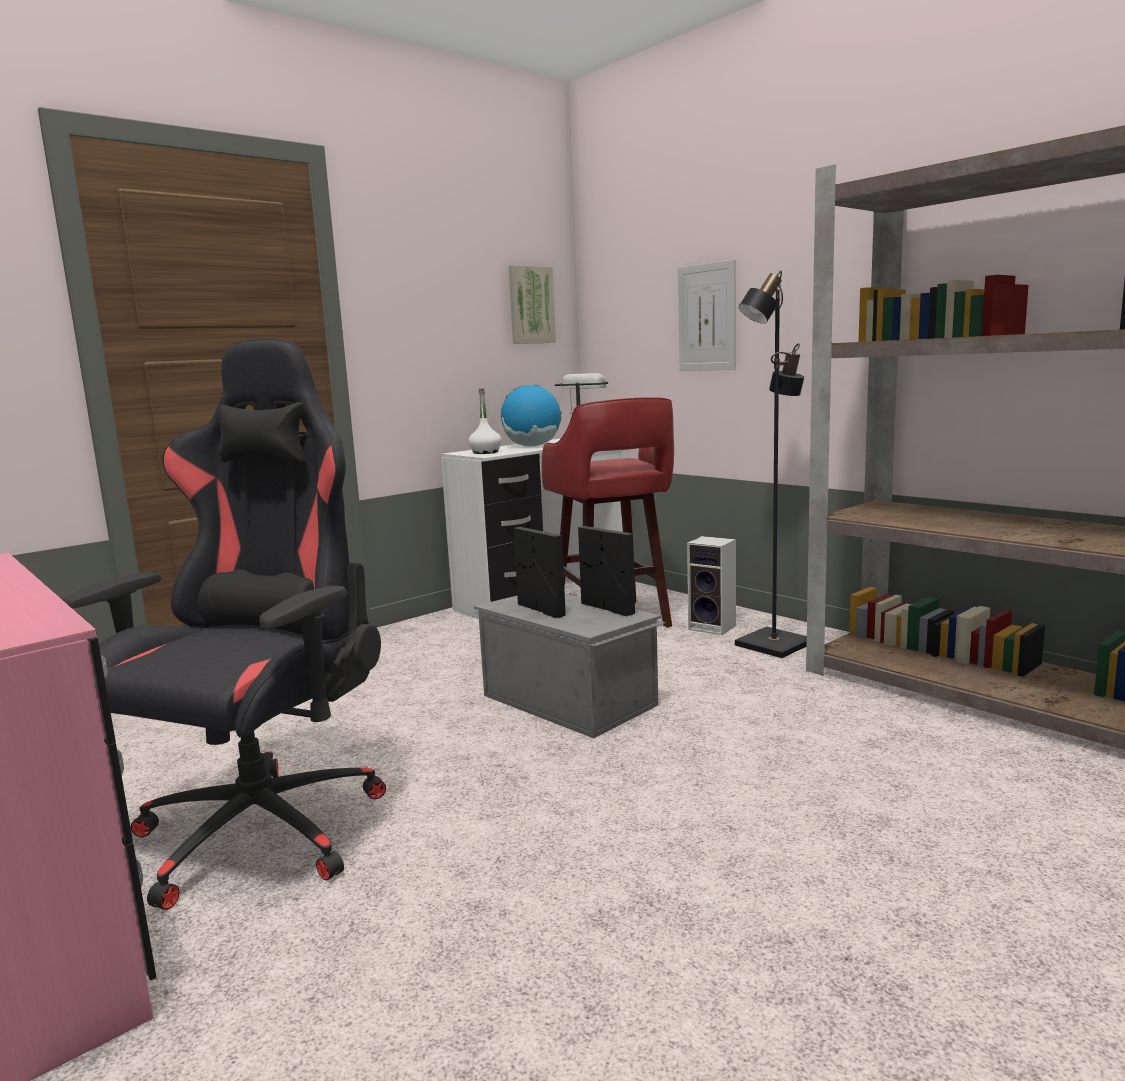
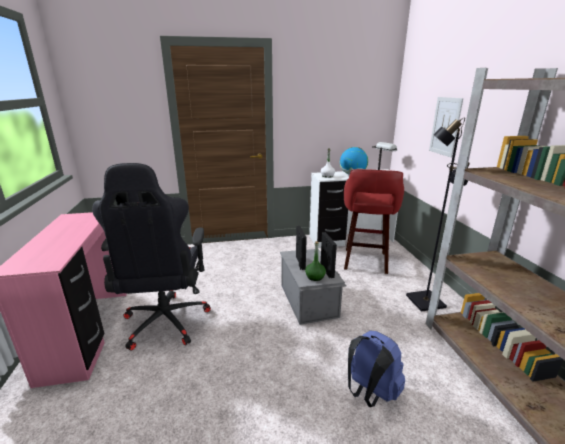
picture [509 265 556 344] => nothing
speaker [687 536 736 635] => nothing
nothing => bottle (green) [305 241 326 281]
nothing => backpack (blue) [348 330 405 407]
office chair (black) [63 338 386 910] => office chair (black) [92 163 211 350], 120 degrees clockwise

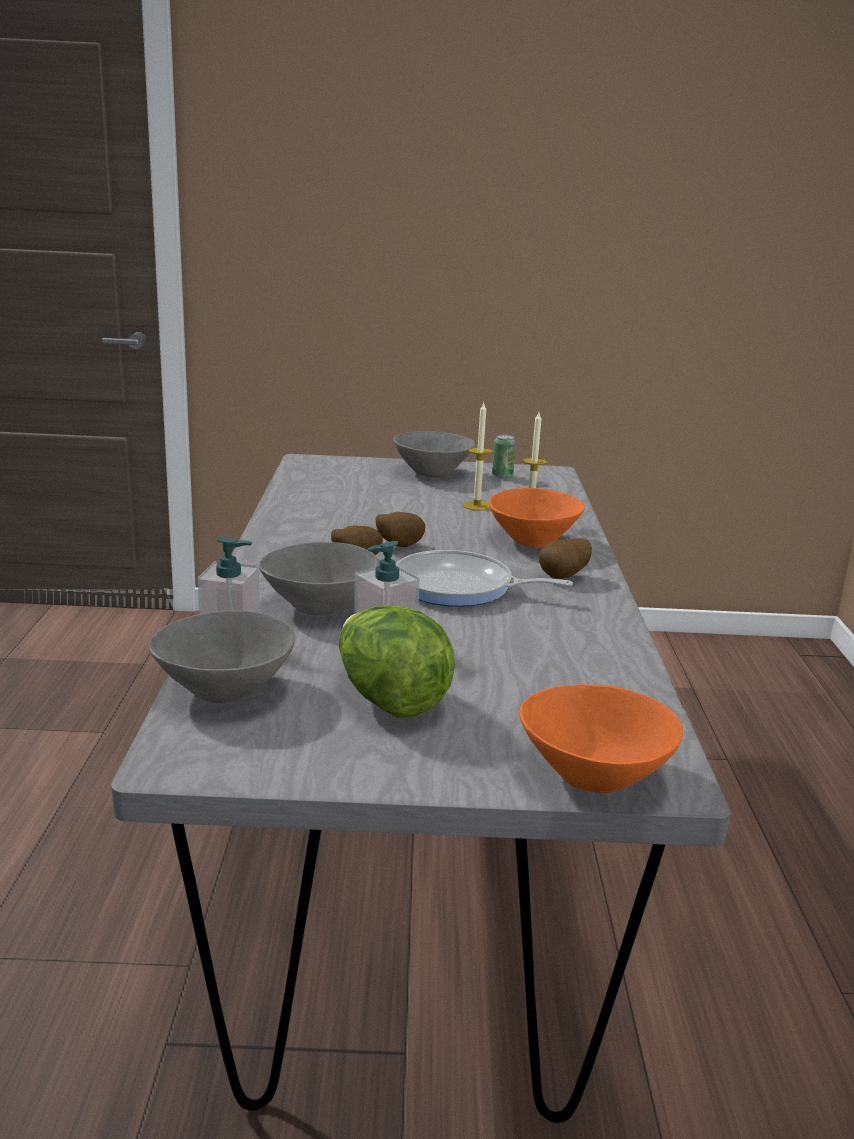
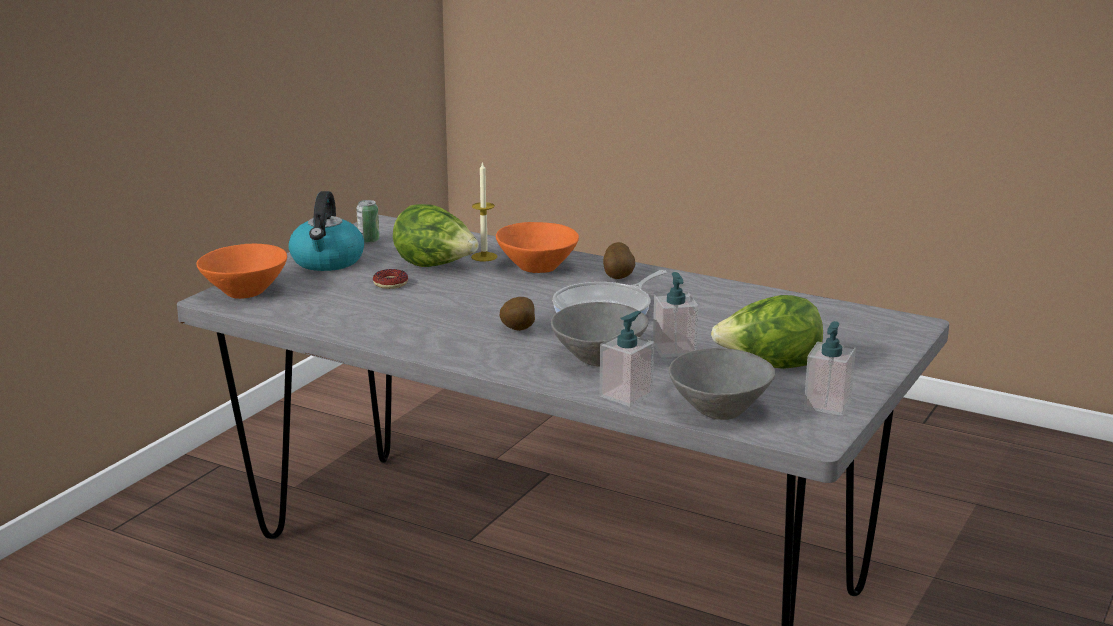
potato [376 512 426 547] => nothing
nothing => donut [373 269 408 289]
nothing => soap dispenser [804 321 856 416]
bowl (orange) [519 684 683 793] => bowl (orange) [196 244 287 299], relocated
bowl (grey) [394 431 475 477] => kettle [288 191 364 271]
candle [463 403 493 511] => lettuce [393 204 479 267]

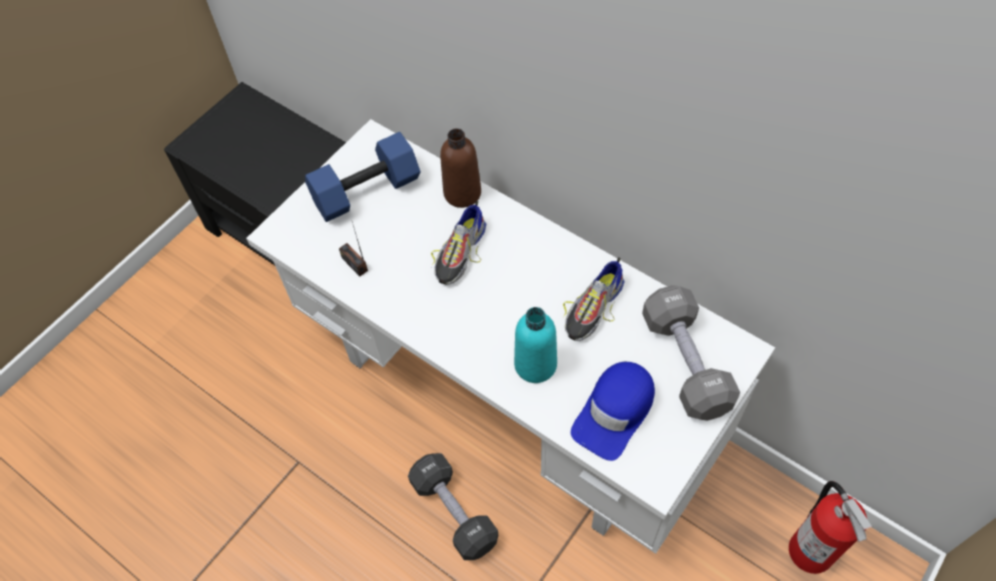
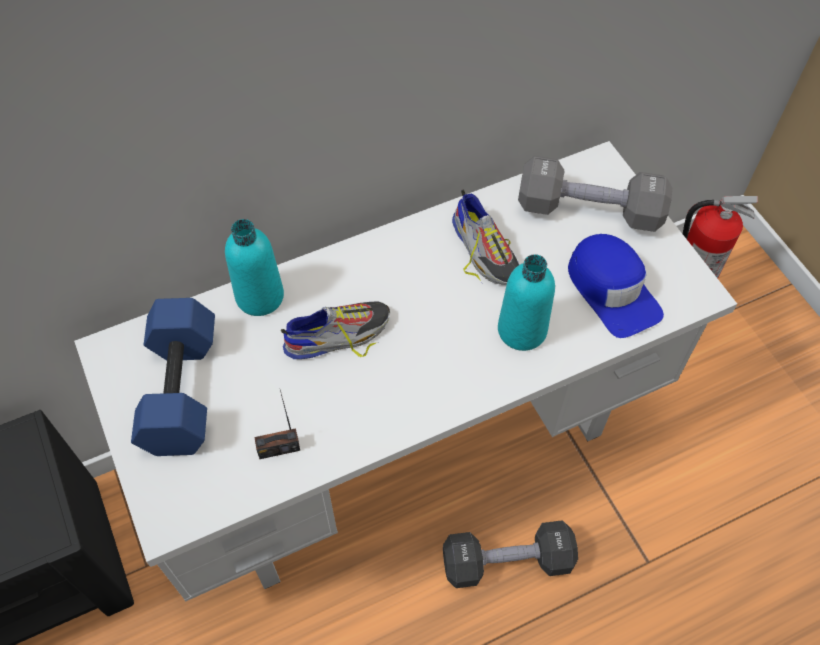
bottle (brown) [440 128 481 208] => bottle (turquoise) [225 219 284 316]
shoe [431 201 486 285] => shoe [281 301 390 359], 75 degrees counterclockwise

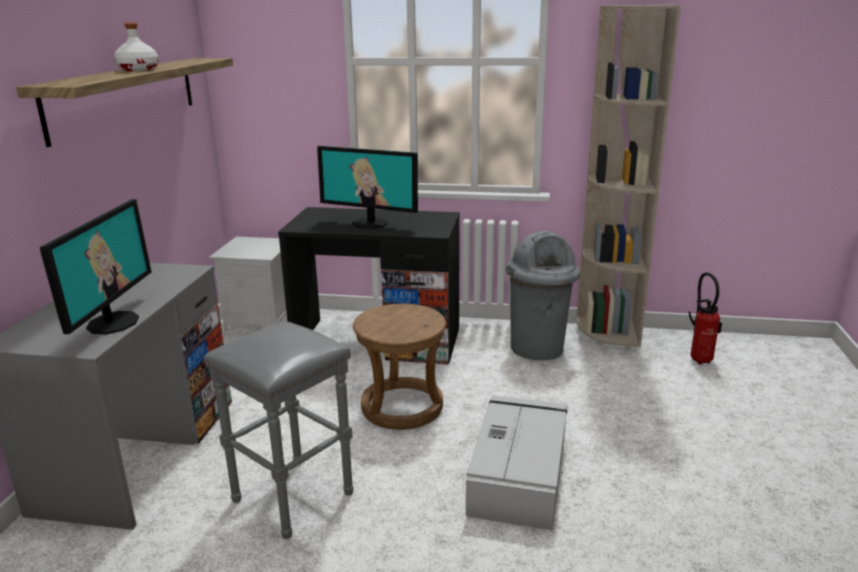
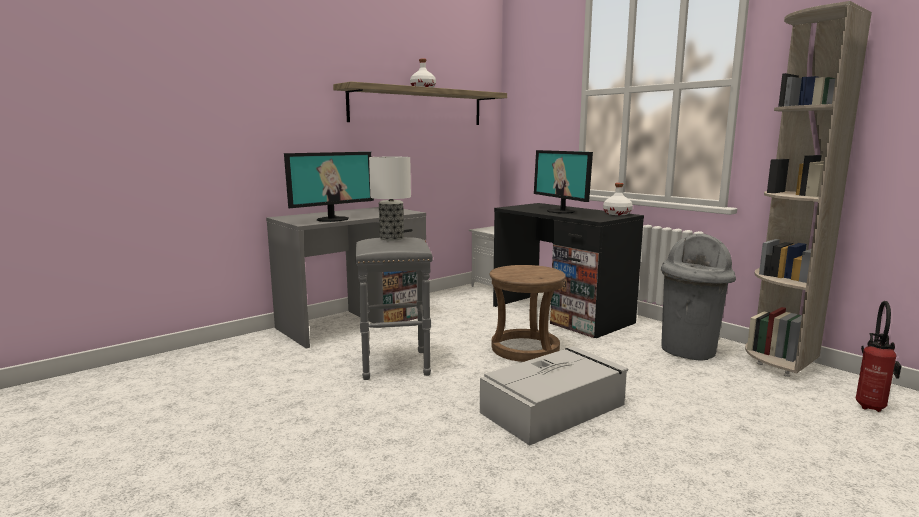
nothing => table lamp [369 157 411 241]
nothing => bottle (white) [603 183 633 215]

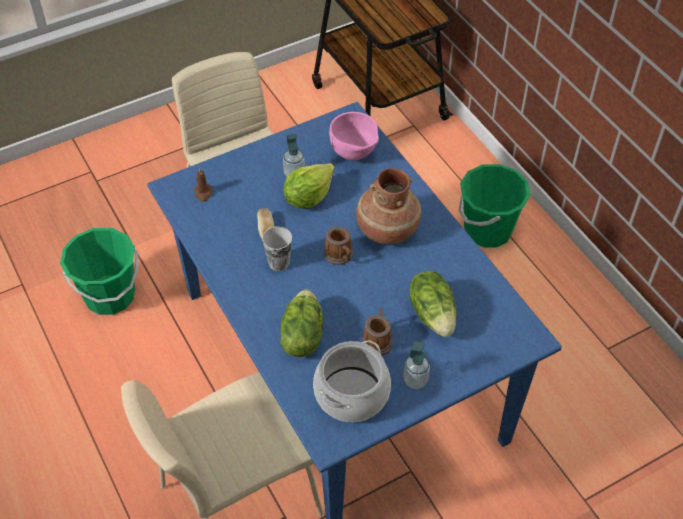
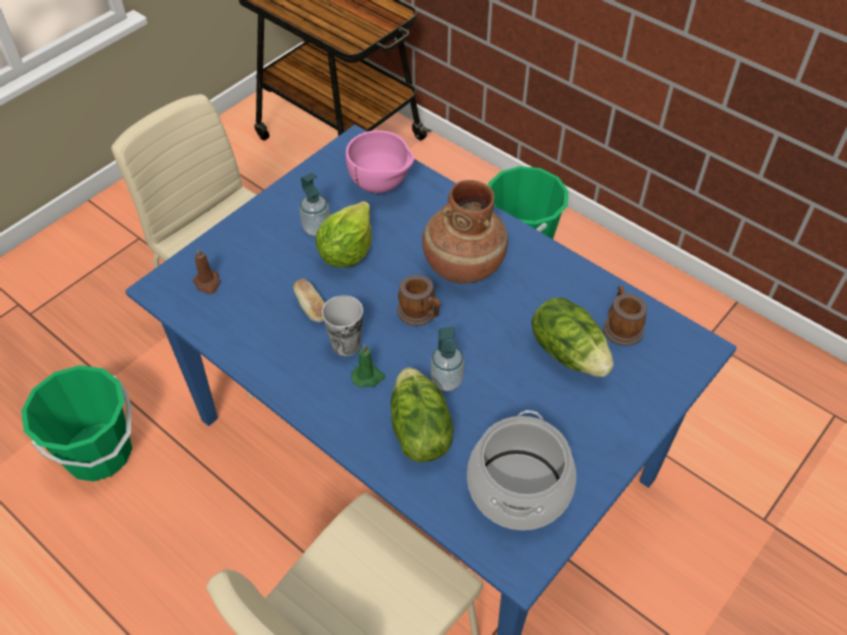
nothing => candle (green) [351 344 385 388]
mug [362 309 393 356] => mug [604 286 647 346], relocated
soap dispenser [403 341 430 389] => soap dispenser [431 326 464 391], relocated

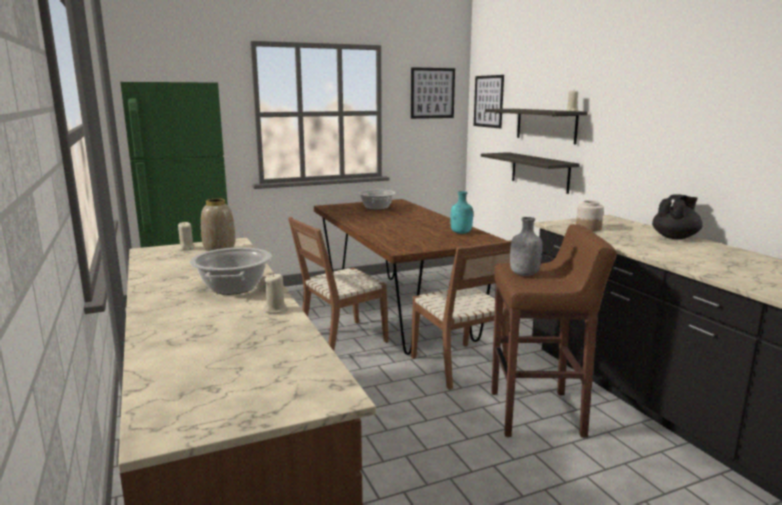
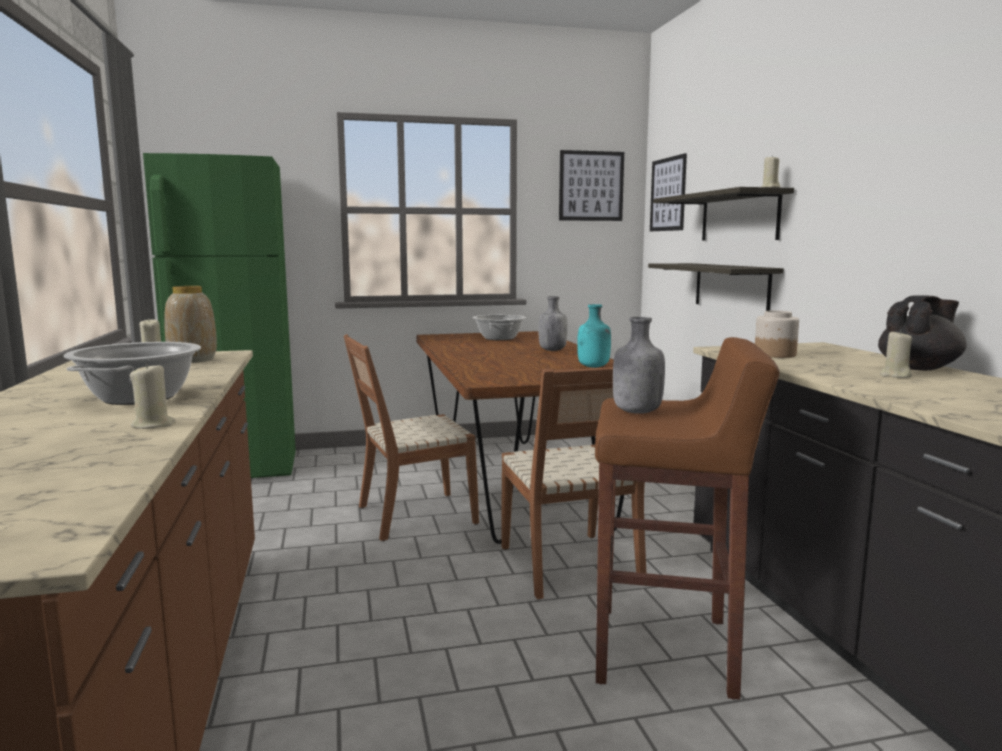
nothing => bottle (grey) [539 296 567 351]
nothing => candle (beige) [880 330 912 378]

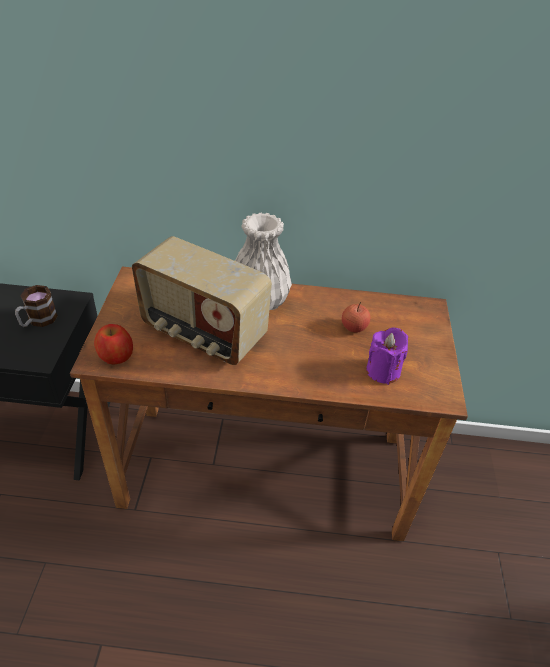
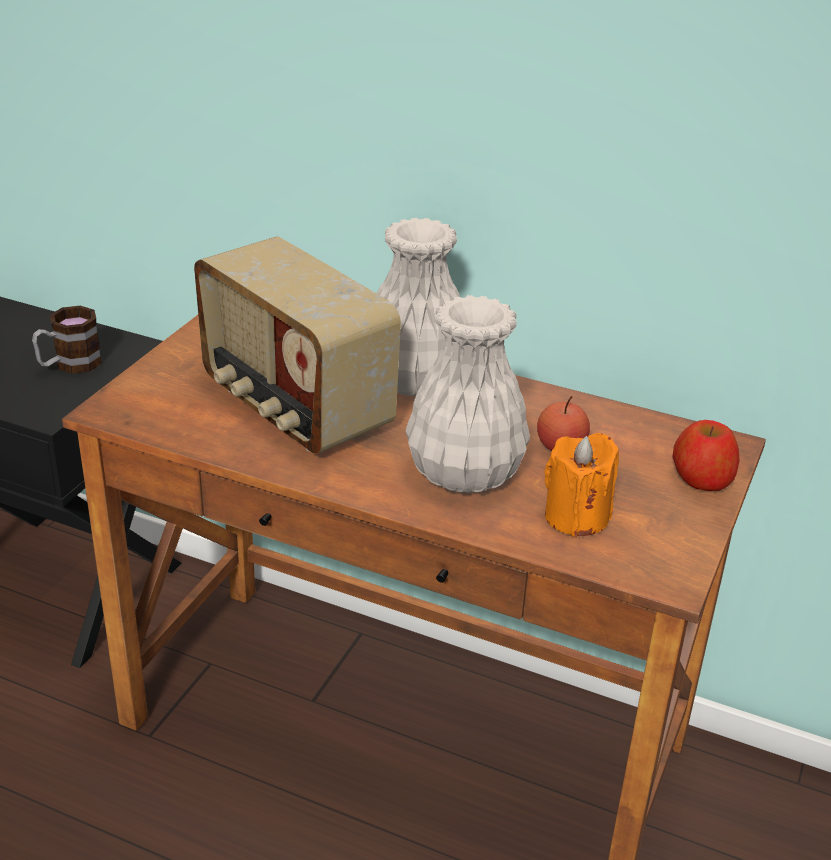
nothing => vase (white) [406 295 530 493]
apple [94 324 133 365] => apple [672 420 740 491], relocated
candle (purple) [366 327 408 385] => candle (orange) [544 433 619 537]

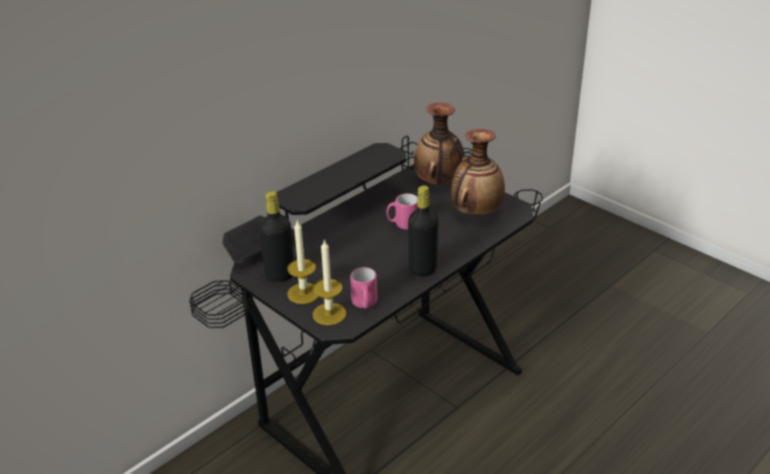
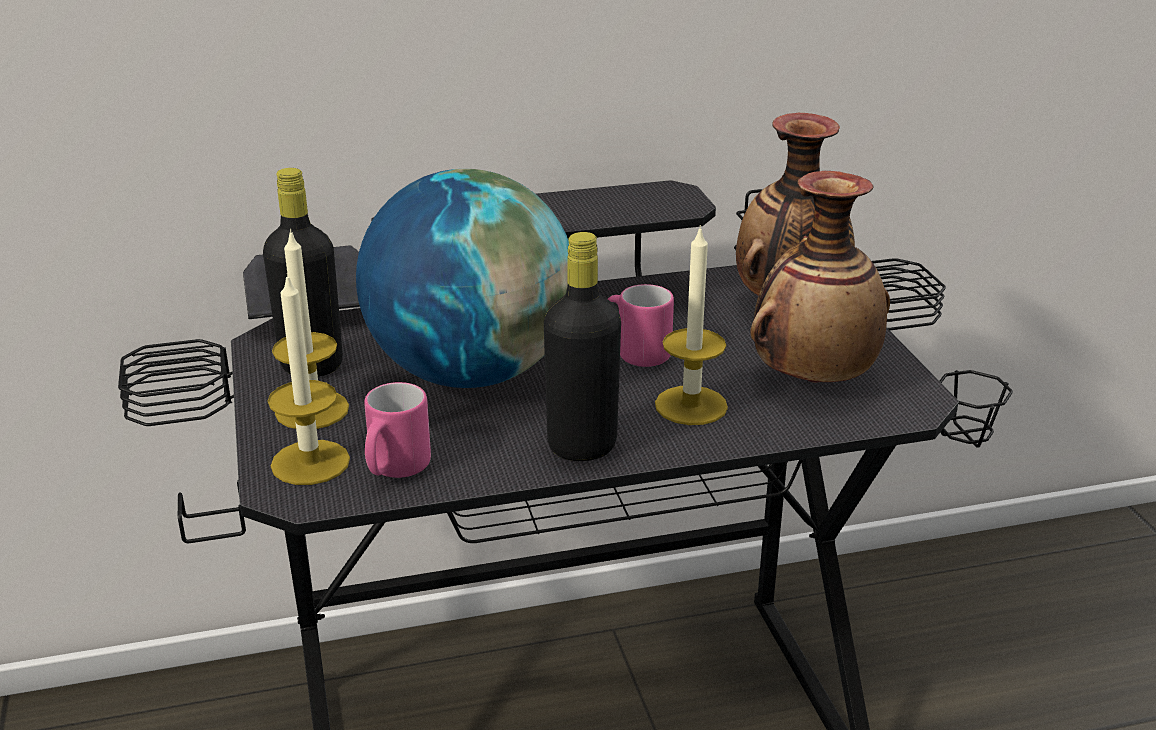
nothing => globe [356 169 569 388]
nothing => candle [655 225 728 425]

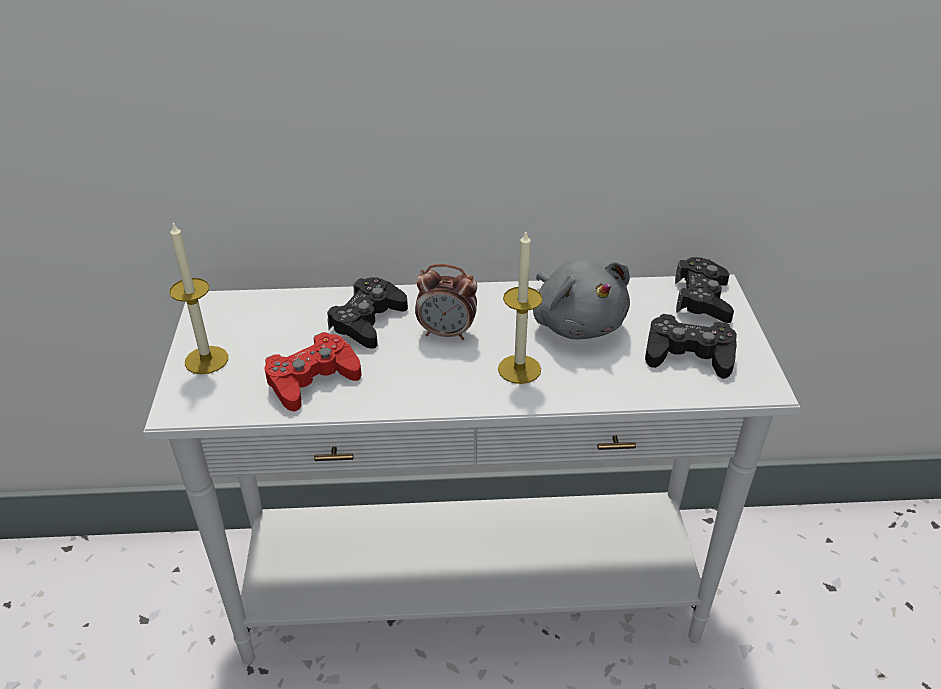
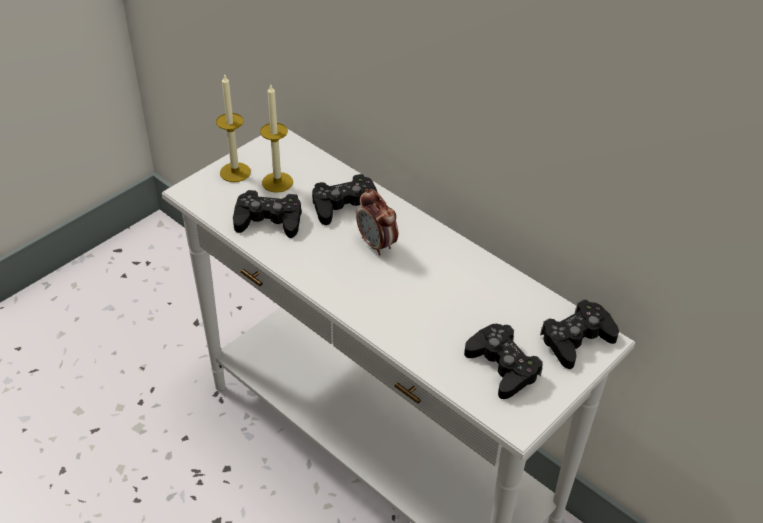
plush toy (grey) [533 258 630 339] => nothing
candle [498 232 543 384] => candle [260 85 293 193], relocated
game controller (red) [264 332 362 412] => game controller (black) [233 190 302 238]

